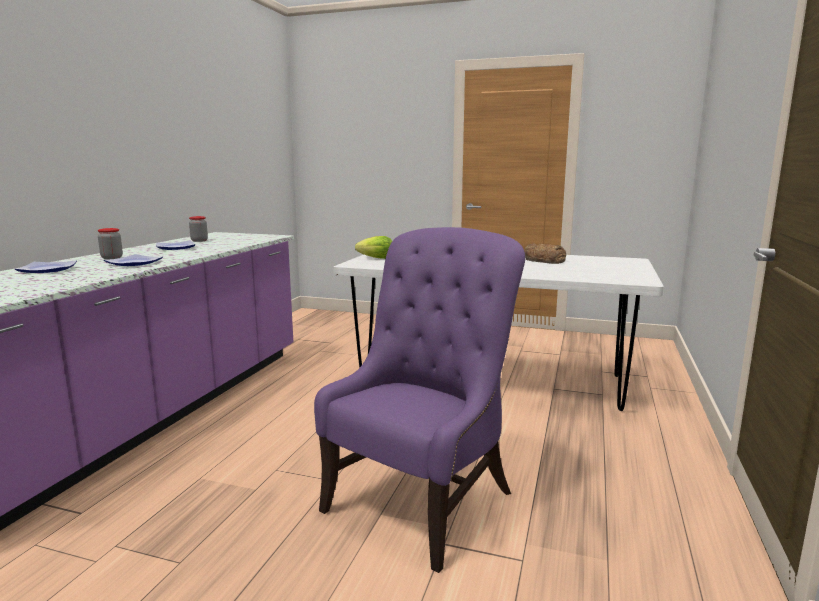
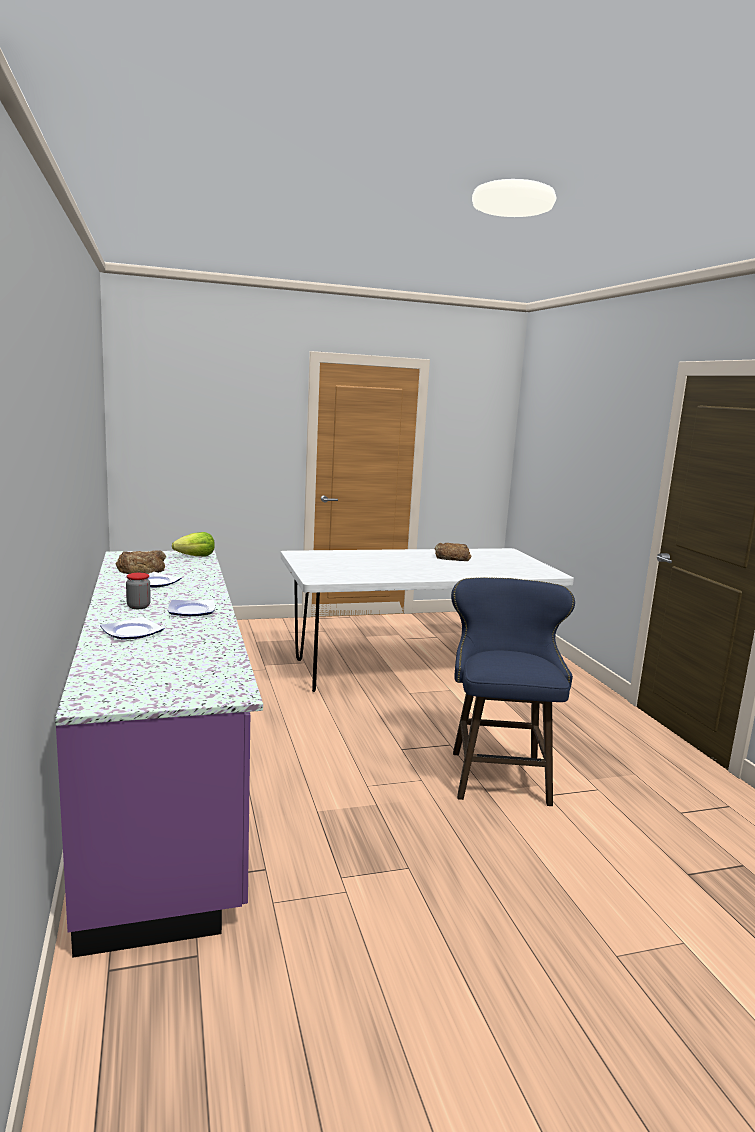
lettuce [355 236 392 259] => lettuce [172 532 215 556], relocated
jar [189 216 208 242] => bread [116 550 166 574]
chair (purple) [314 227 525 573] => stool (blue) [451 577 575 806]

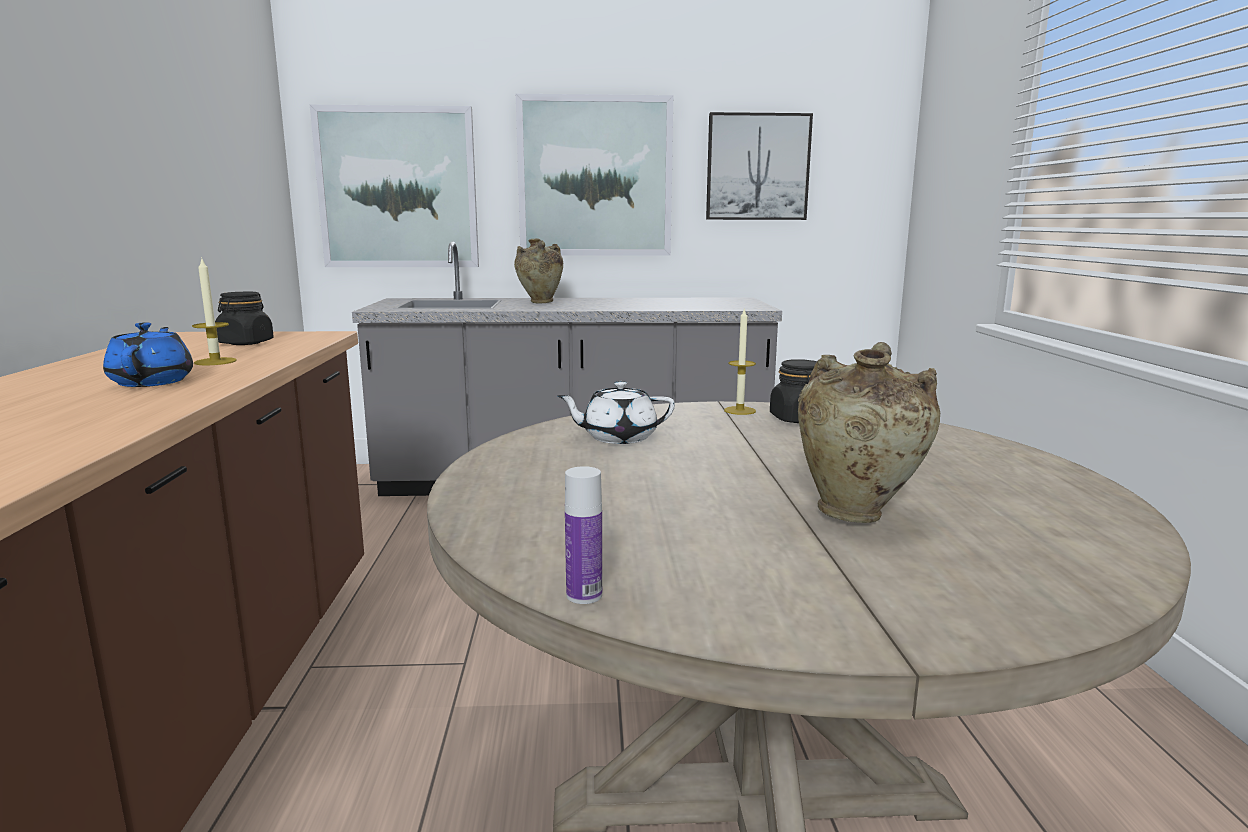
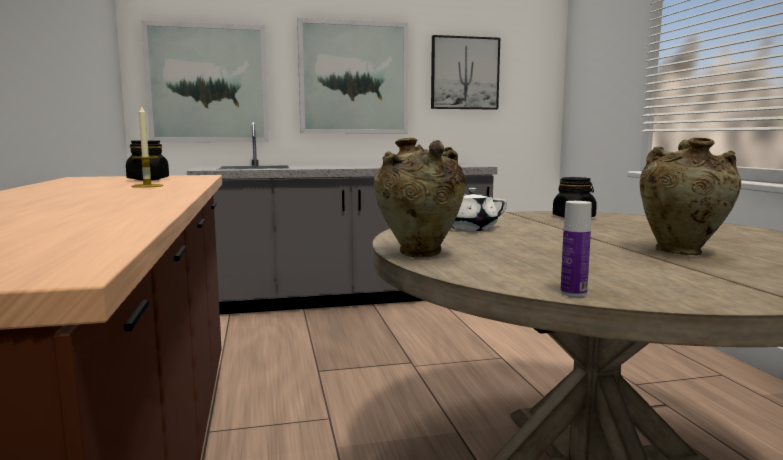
teapot (blue) [103 322 193 387] => nothing
candle [724 308 756 415] => nothing
vase (beige) [514 239 563 303] => vase (beige) [374 138 466 257], relocated

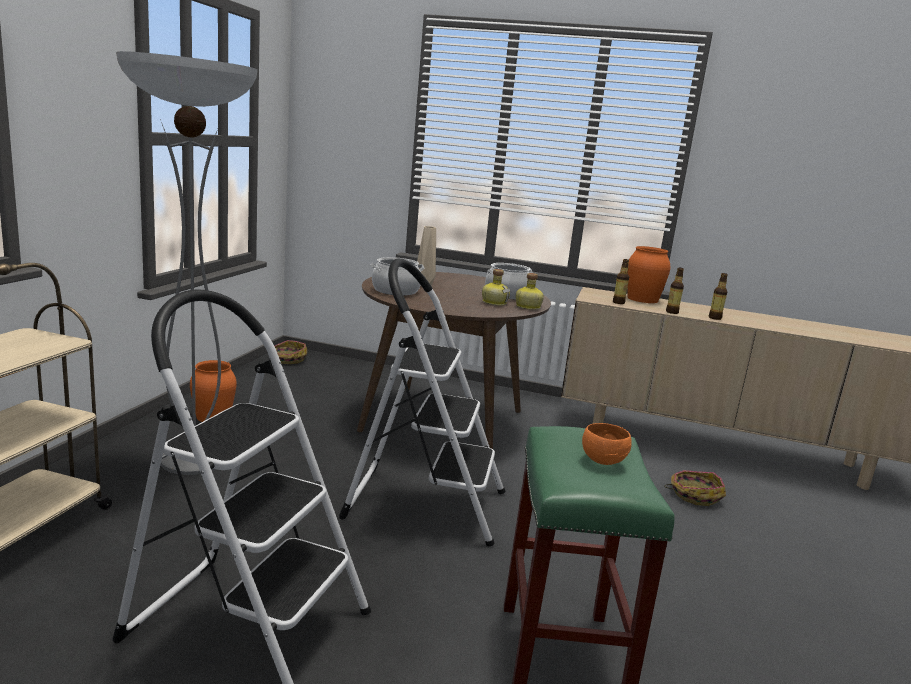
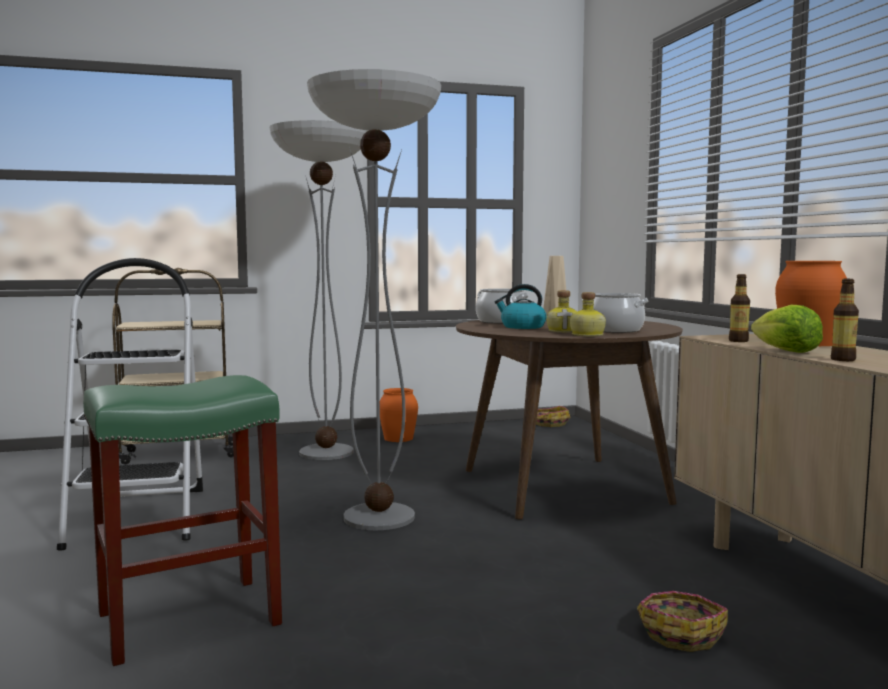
bowl (orange) [582 423 632 465] => nothing
nothing => kettle [495 284 547 329]
step ladder [339 258 506 546] => floor lamp [307 69 441 530]
bottle [666 267 684 314] => lettuce [751 305 823 353]

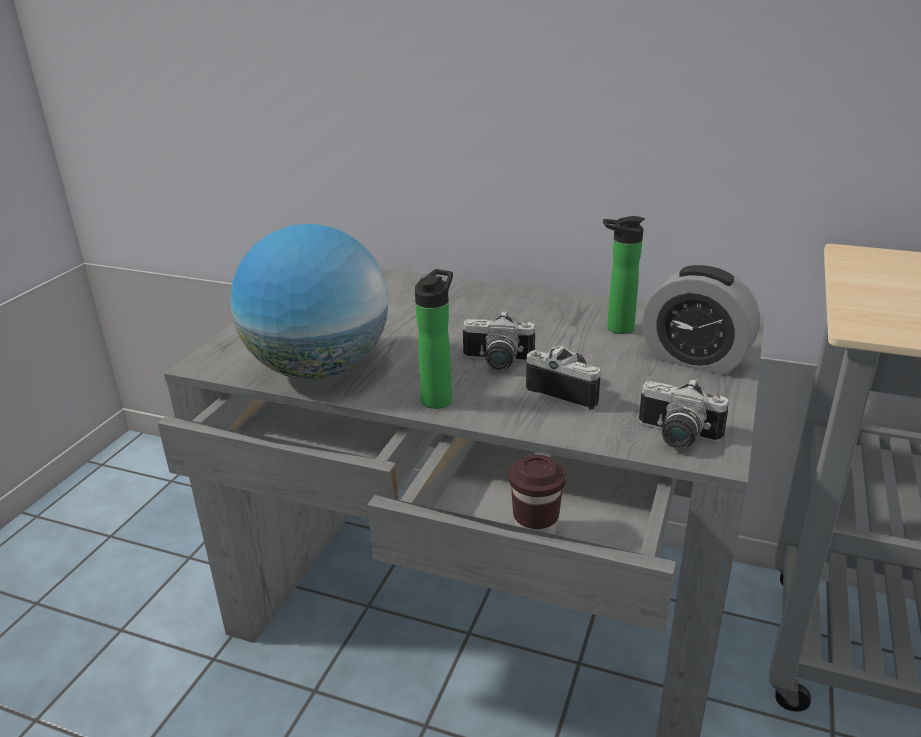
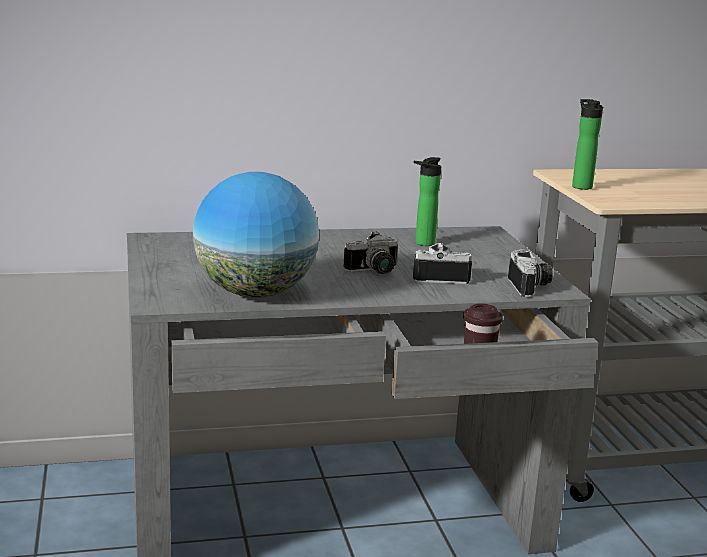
alarm clock [642 265 760 375] => nothing
bottle [415 269 453 409] => bottle [572 99 603 190], relocated
photo camera [639 378 729 449] => photo camera [508 249 553 297], 90 degrees counterclockwise

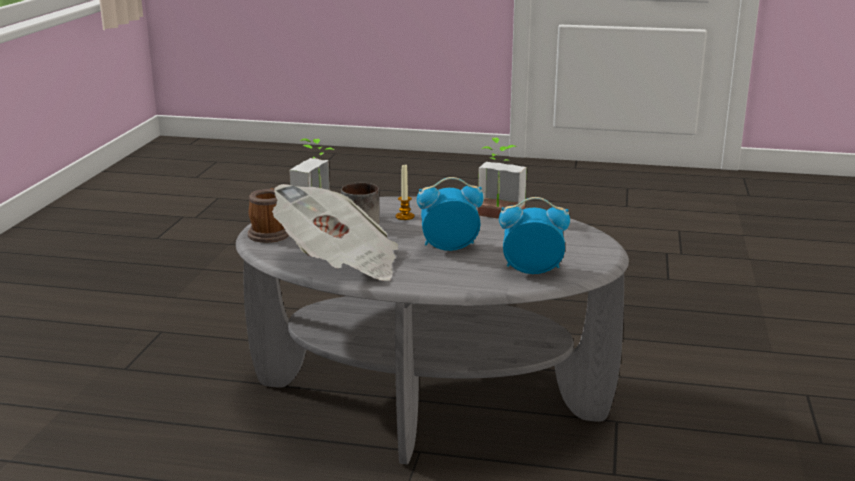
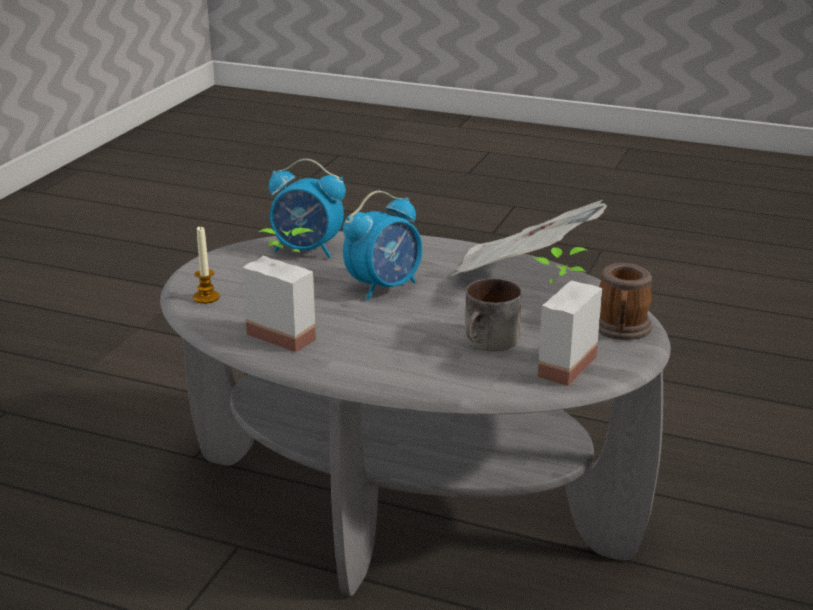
candle [396 163 414 220] => candle [193 226 220 304], relocated
alarm clock [417 177 484 251] => alarm clock [343 191 422 301], 45 degrees counterclockwise

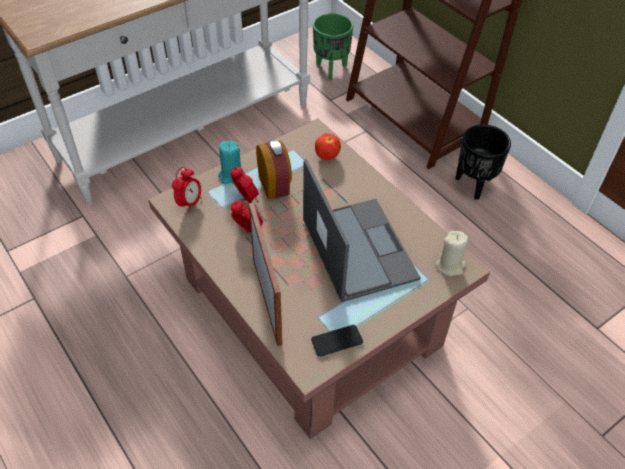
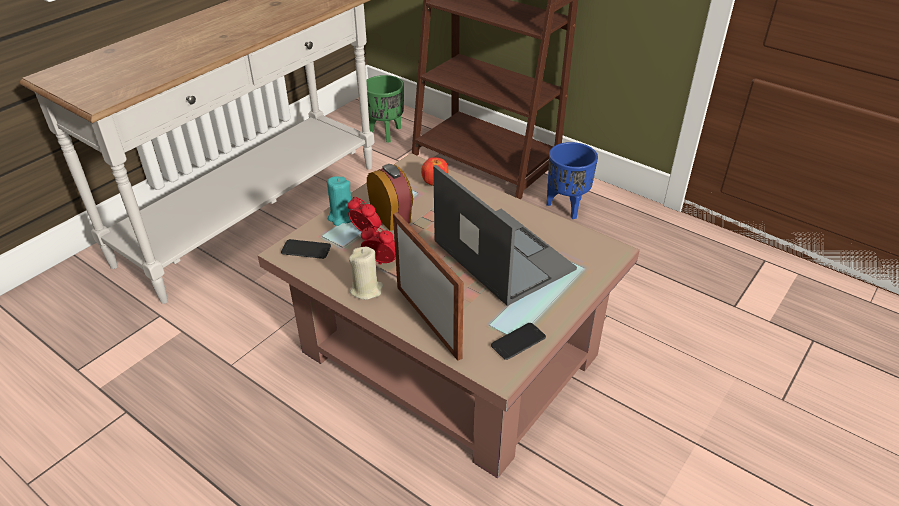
candle (beige) [435 231 469 276] => candle (beige) [349 247 383 300], relocated
alarm clock [172 167 202 213] => phone [281 239 331 259]
planter (black) [455 124 511 200] => planter (blue) [547 142 598 219]

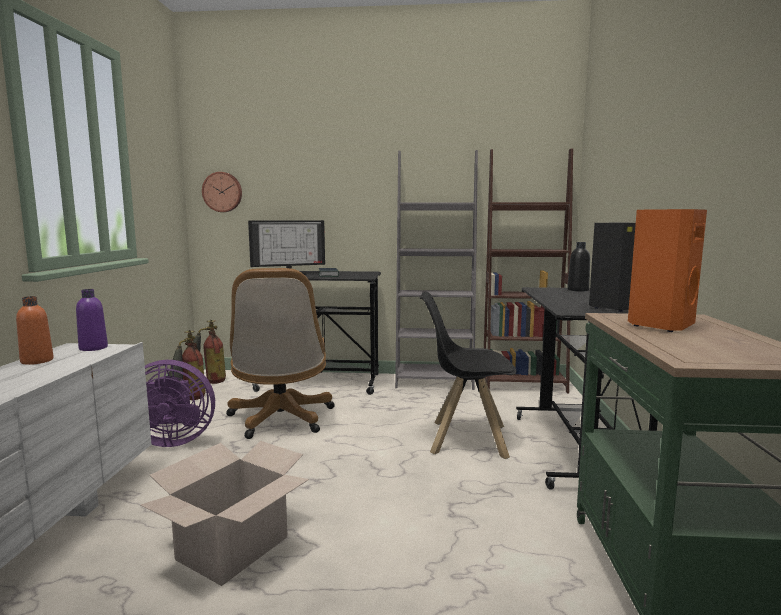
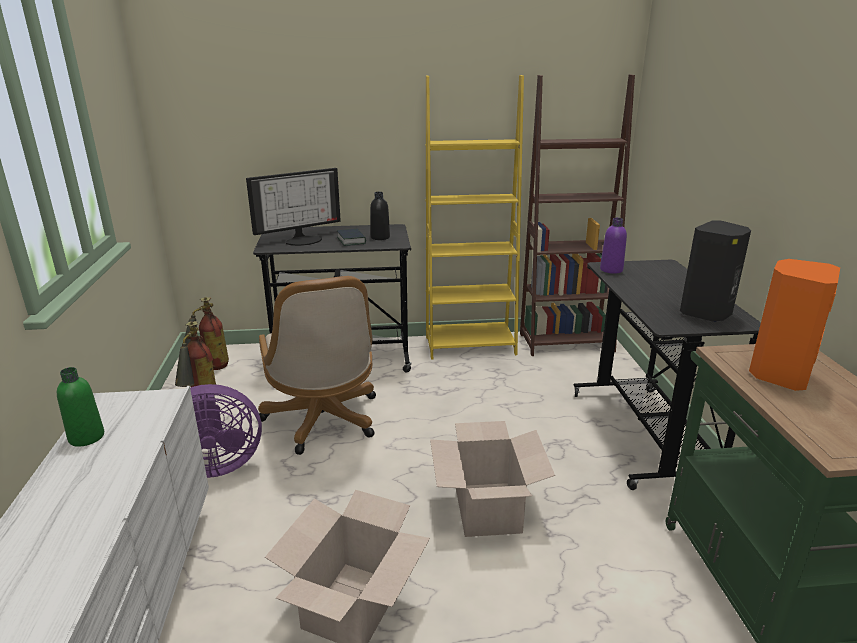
wall clock [202 172 242 212] => nothing
chair (black) [419 292 517 459] => nothing
nothing => cardboard box [430 421 555 537]
bottle (purple) [76 289 108 351] => bottle (purple) [600 218 627 274], relocated
bottle (black) [567 242 590 292] => bottle (black) [370 192 390 240], relocated
bottle (orange) [16 296 54 365] => bottle (green) [57 367 104 447]
bookcase (grey) [395 150 478 390] => bookcase (yellow) [425 75 524 359]

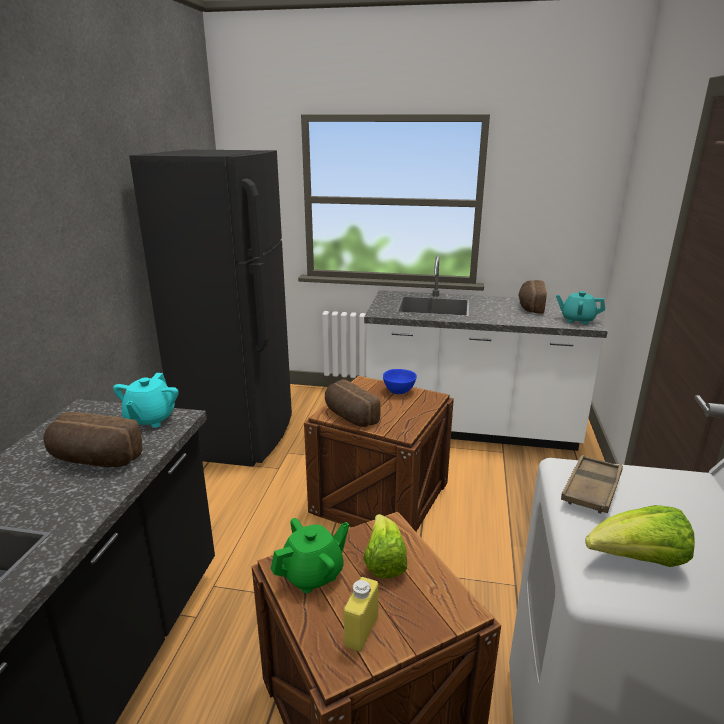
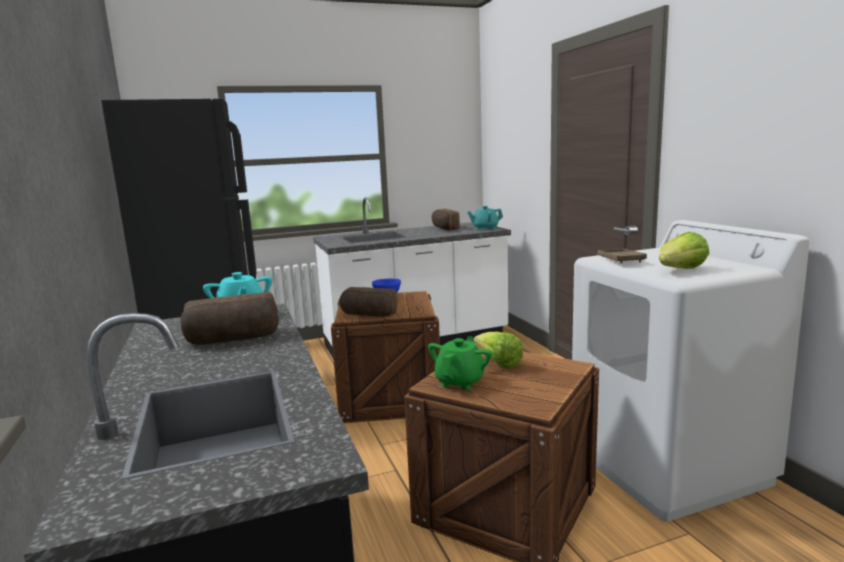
bottle (yellow) [344 577 378 652] => nothing

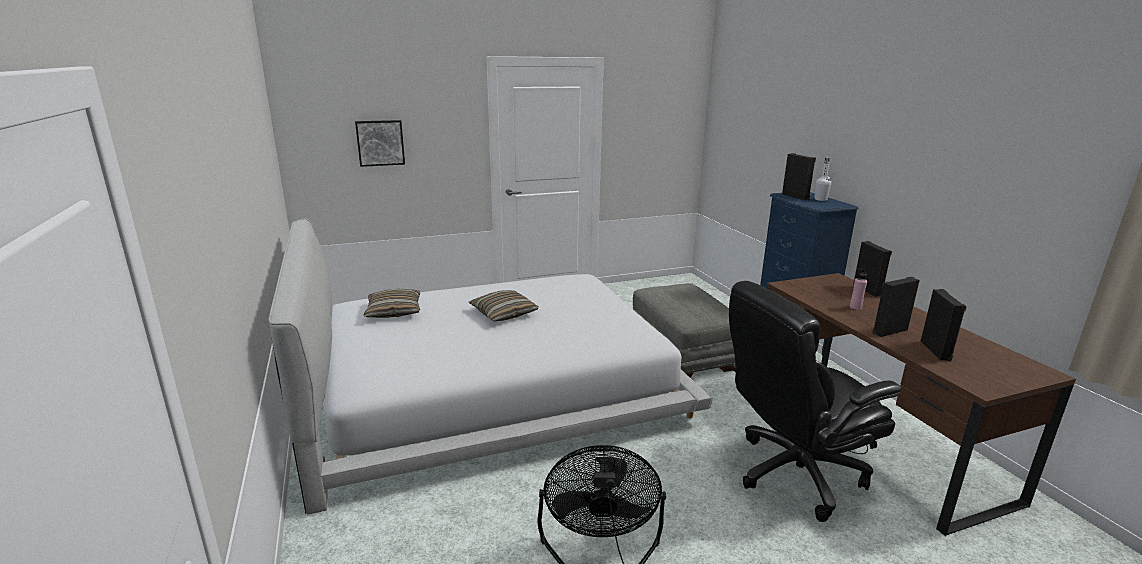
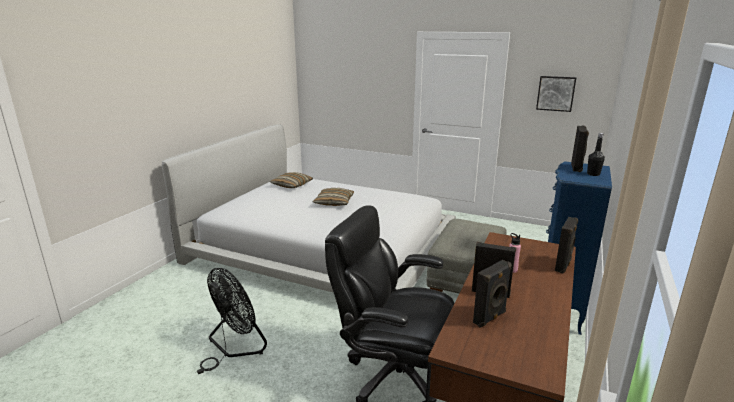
picture [355 120 405 167] => picture [536 76 577 112], relocated
bottle (white) [815 157 831 201] => bottle (black) [587 133 605 176]

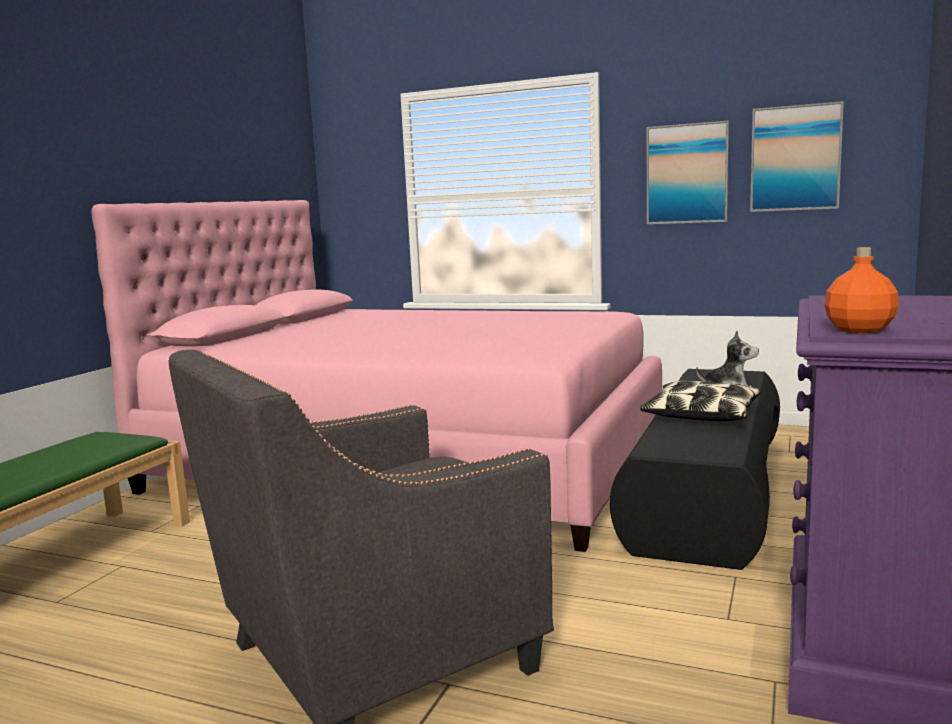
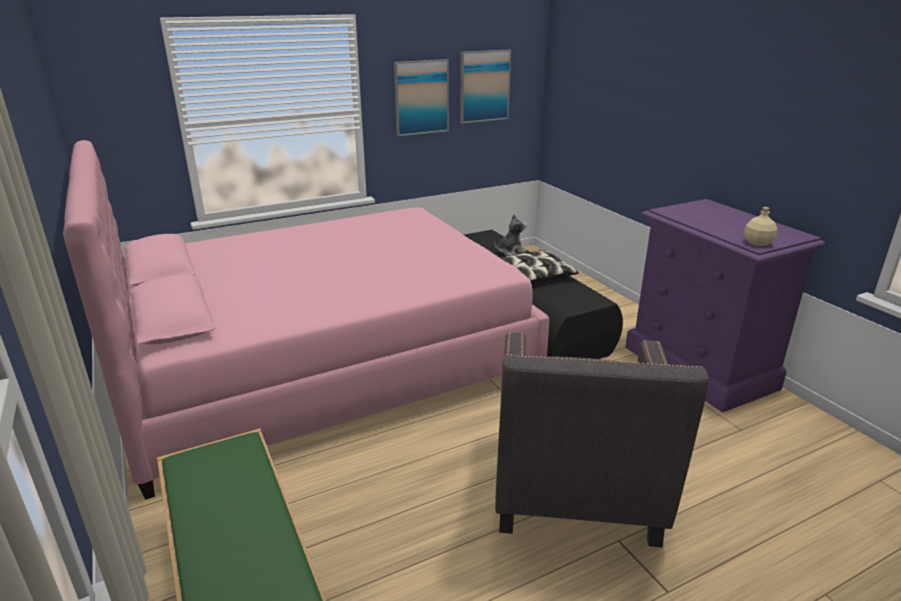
bottle (orange) [824 247 899 333] => bottle (beige) [744 207 778 246]

